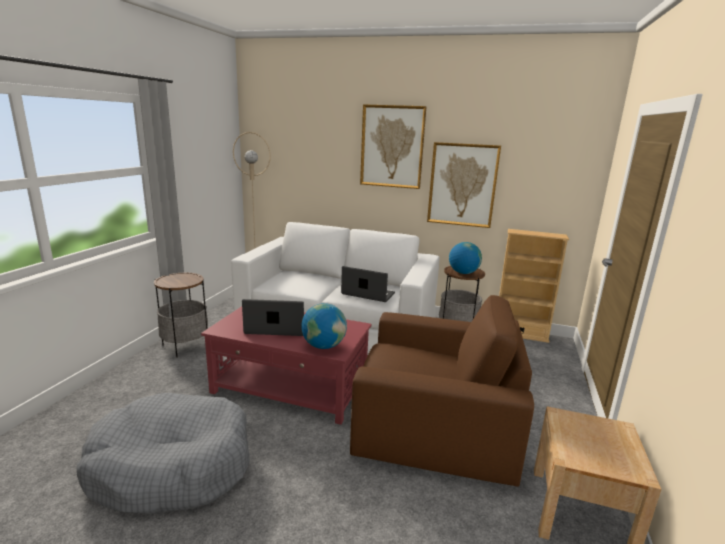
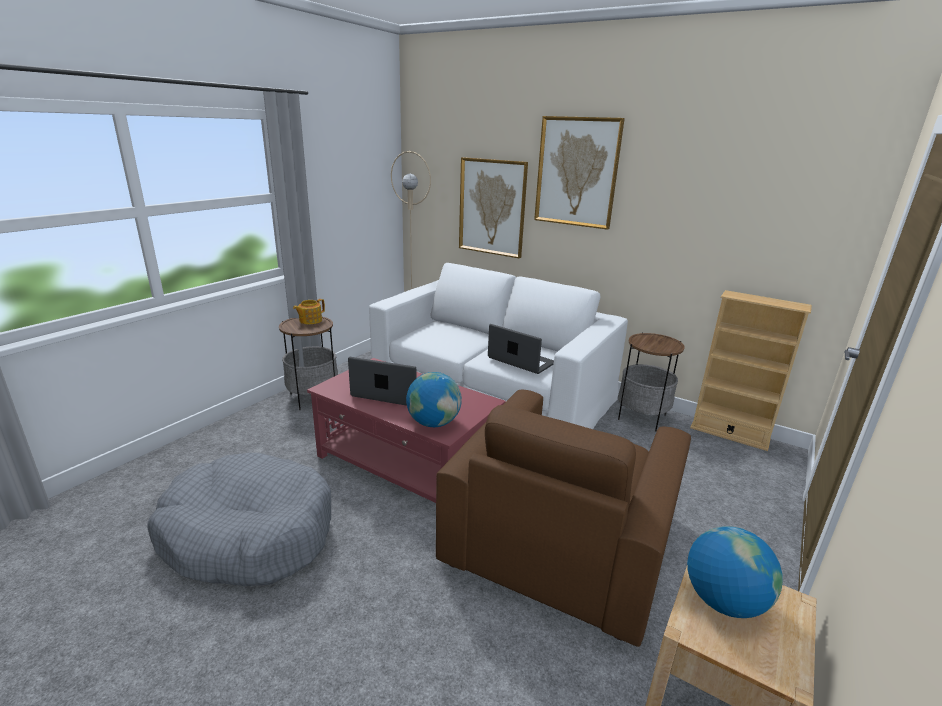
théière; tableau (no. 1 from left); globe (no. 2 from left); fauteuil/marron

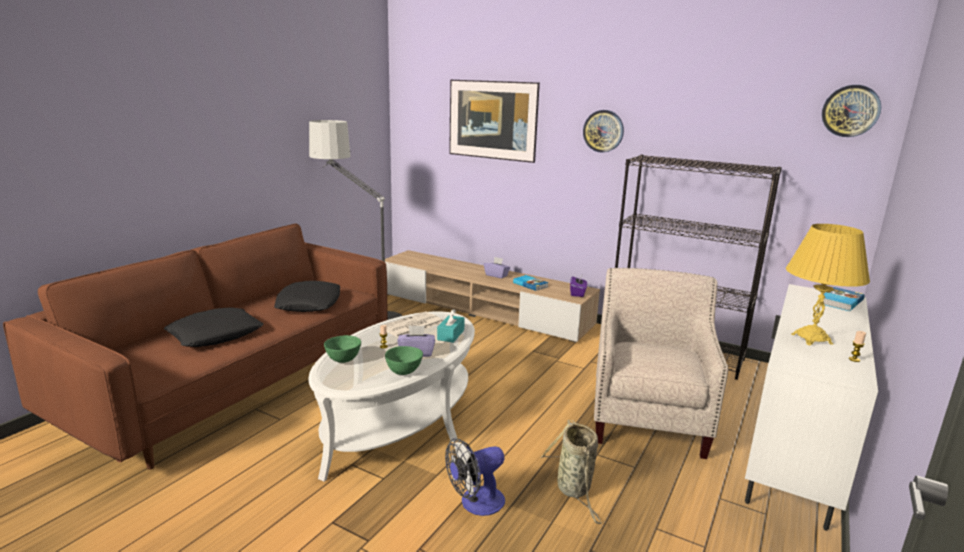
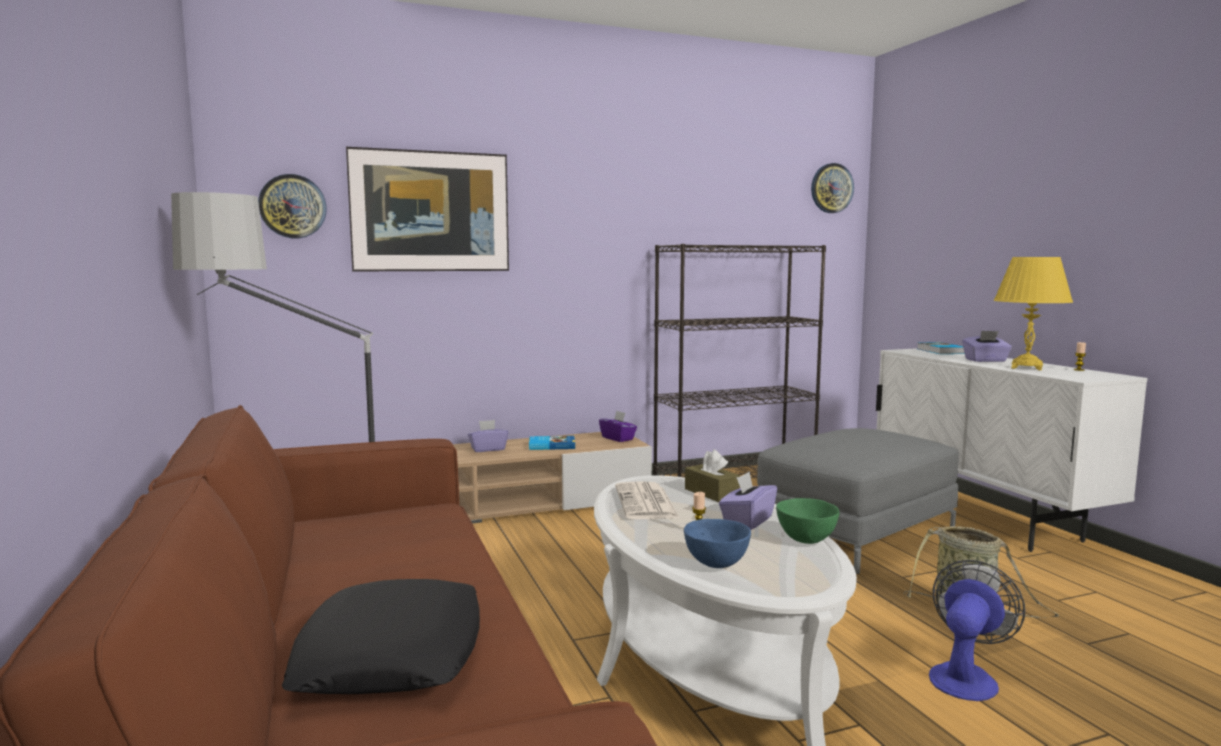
coussin/noir (no. 2 from left in the first image); boîte à mouchoirs/violet (no. 4 from left); horloge murale (no. 1 from left); pouf/gris; bol/bleu; boîte à mouchoirs/marron; ventilateur

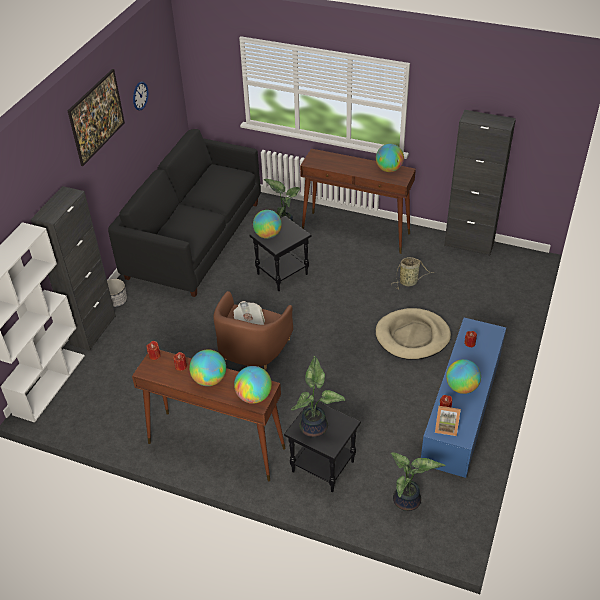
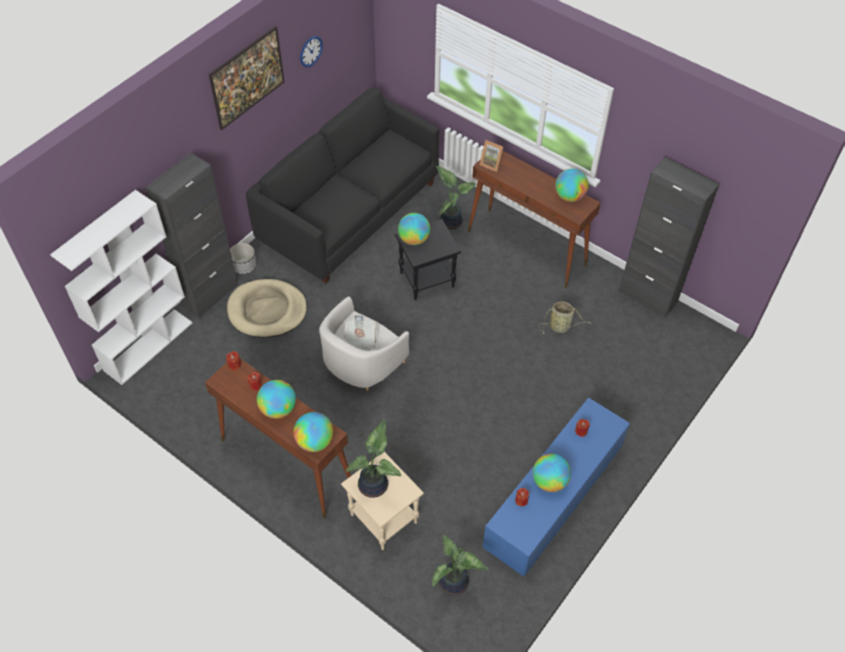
panier pour chien/beige; cadre photo; fauteuil/blanc; table d'appoint/beige

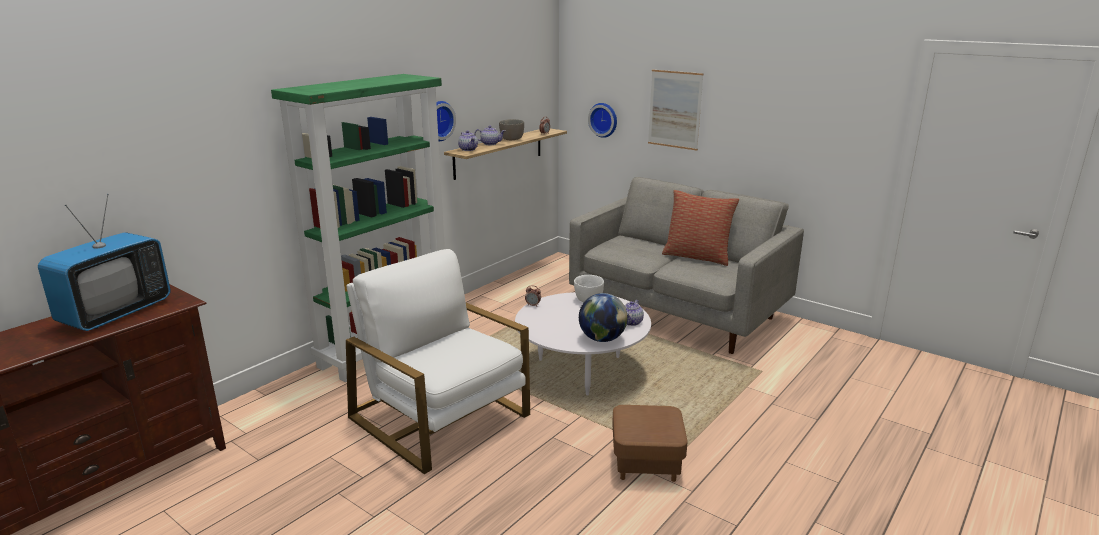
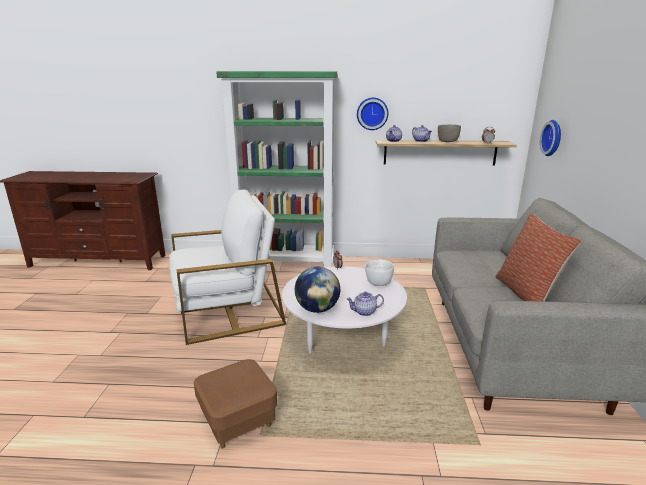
téléviseur; tableau; fauteuil/blanc

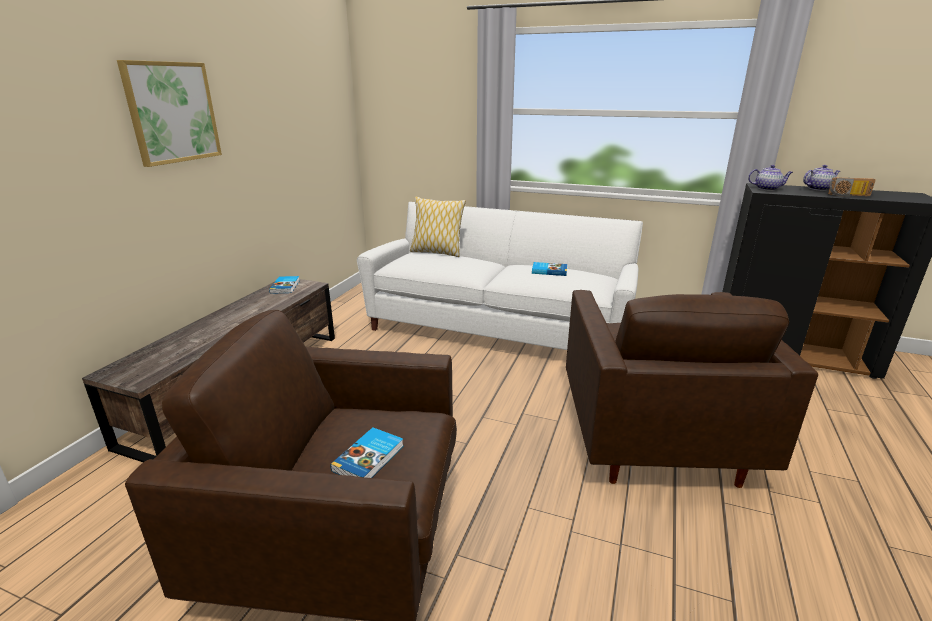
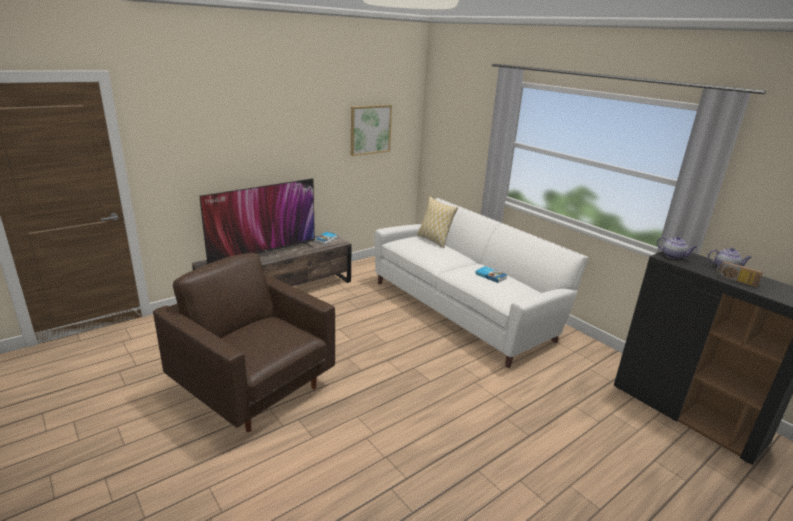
livre (no. 2 from left in the first image); fauteuil/marron (no. 2 from left in the first image); téléviseur; tableau

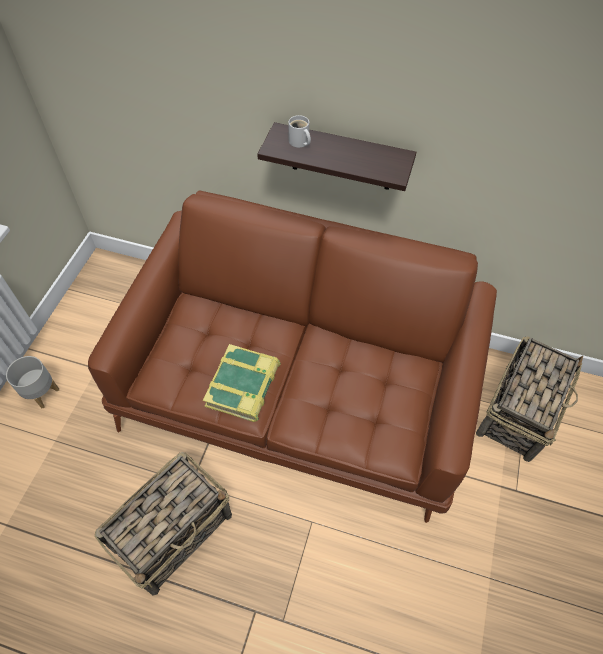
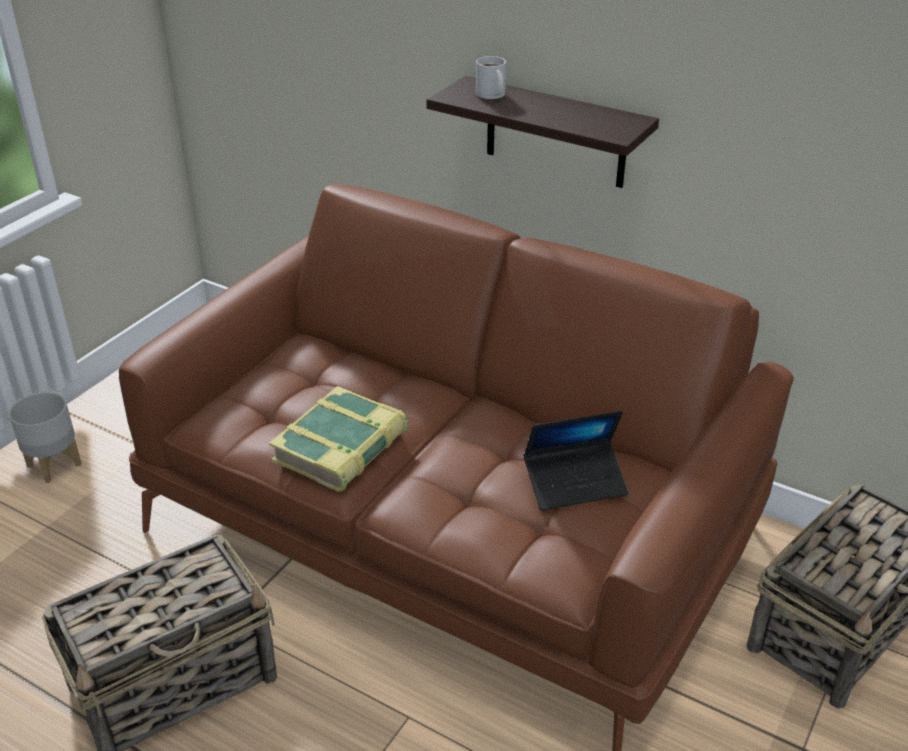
ordinateur portable

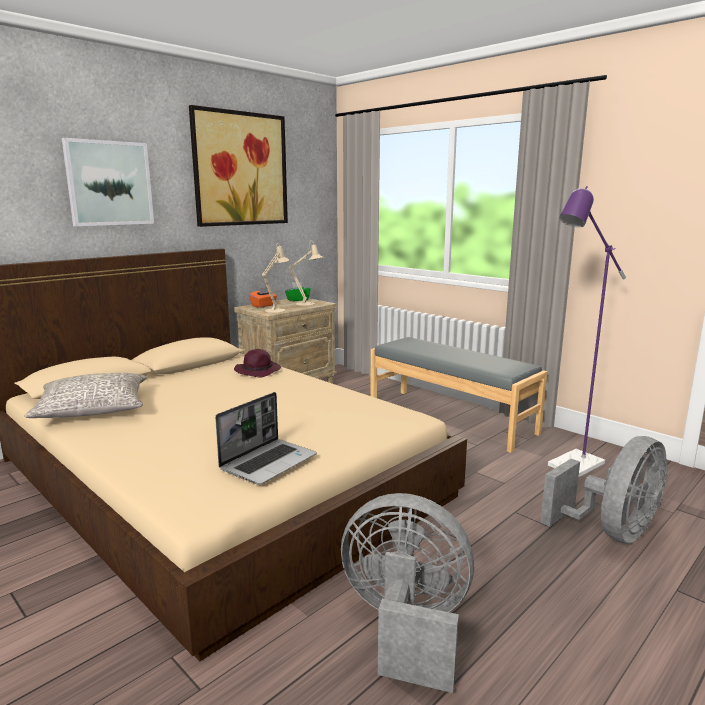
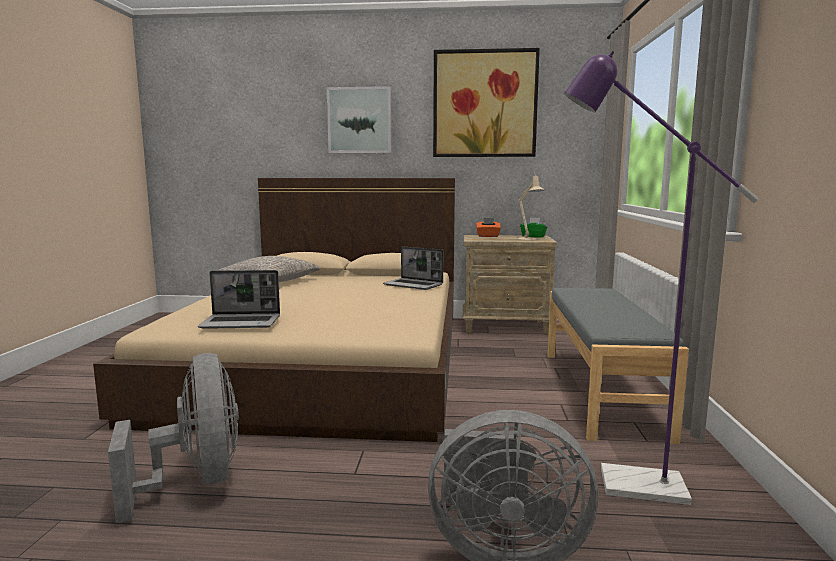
lampe de table/beige (no. 1 from left in the first image); ordinateur portable (no. 2 from left)

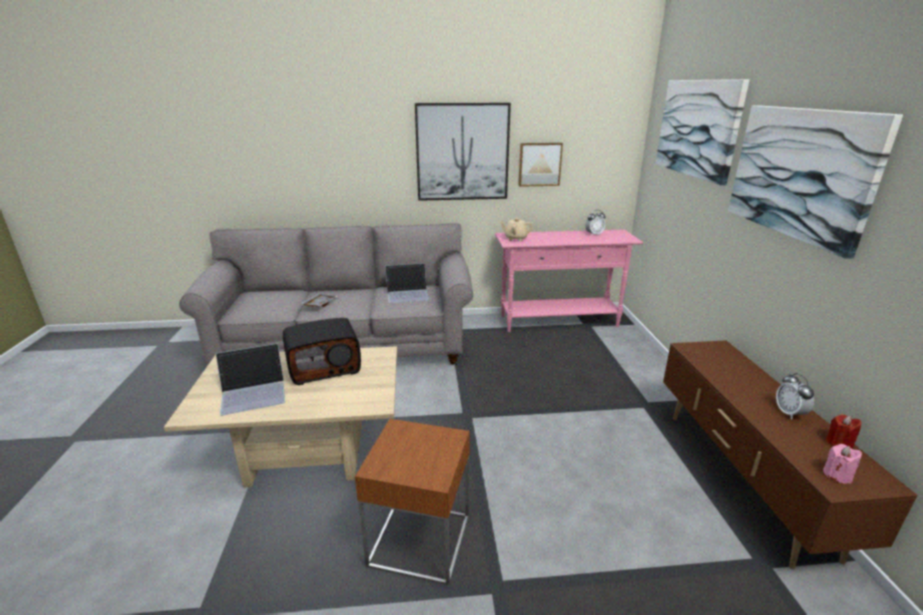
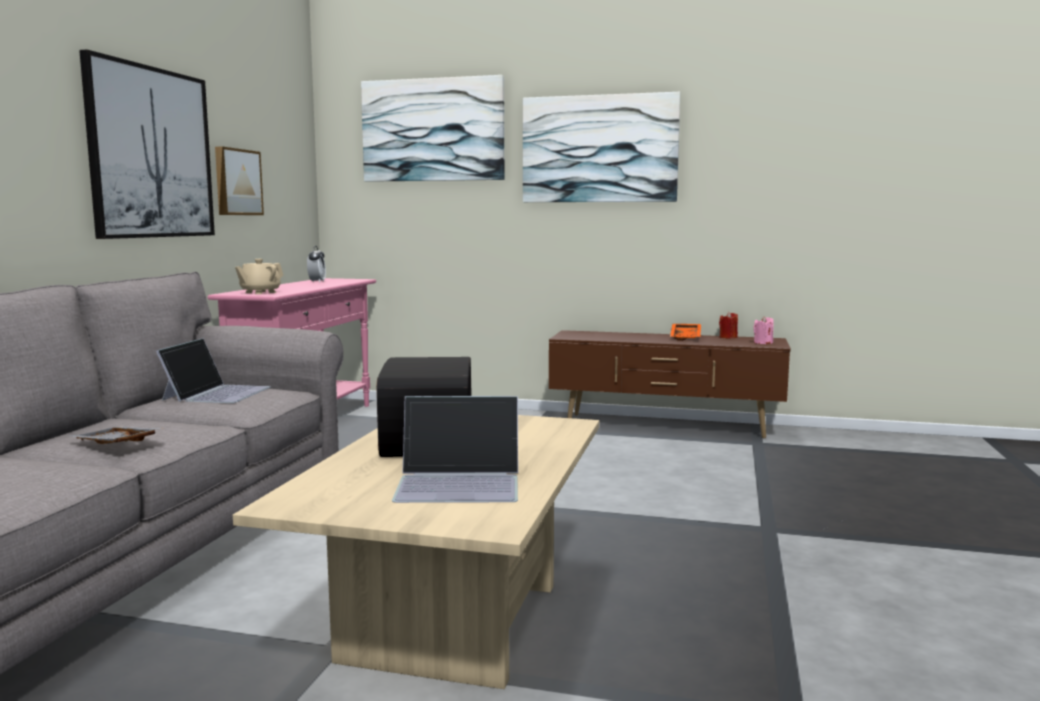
table d'appoint/marron; plateau/orange; ordinateur portable (no. 2 from left)

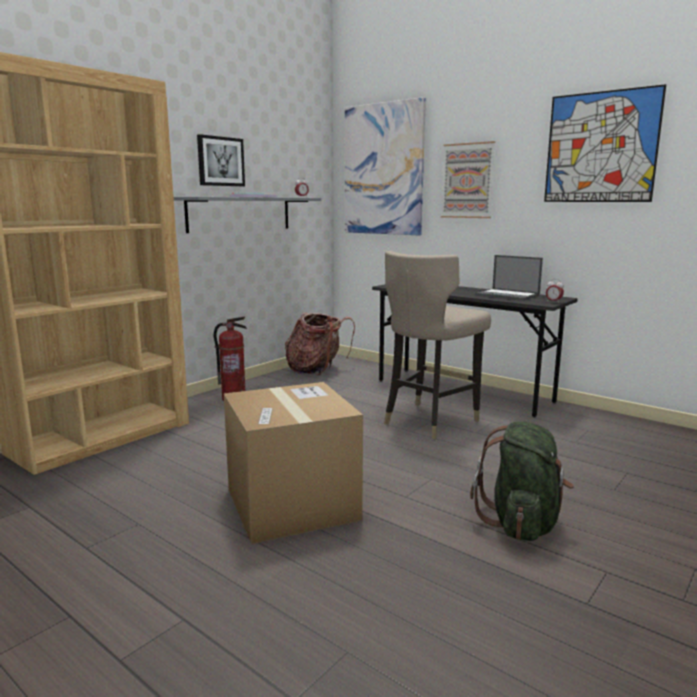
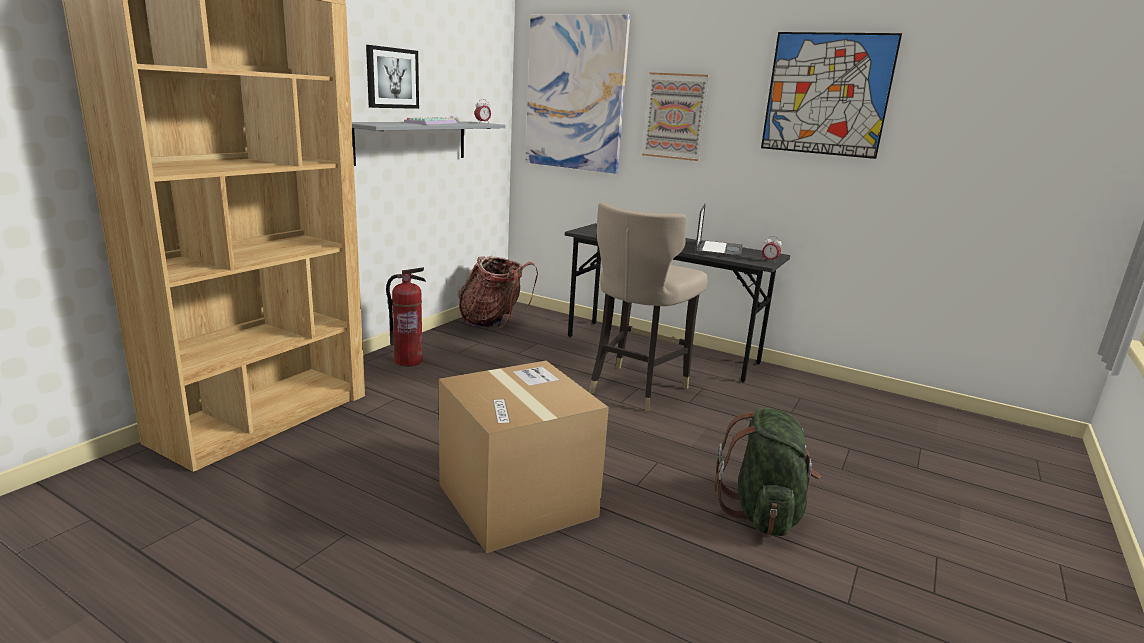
ordinateur portable

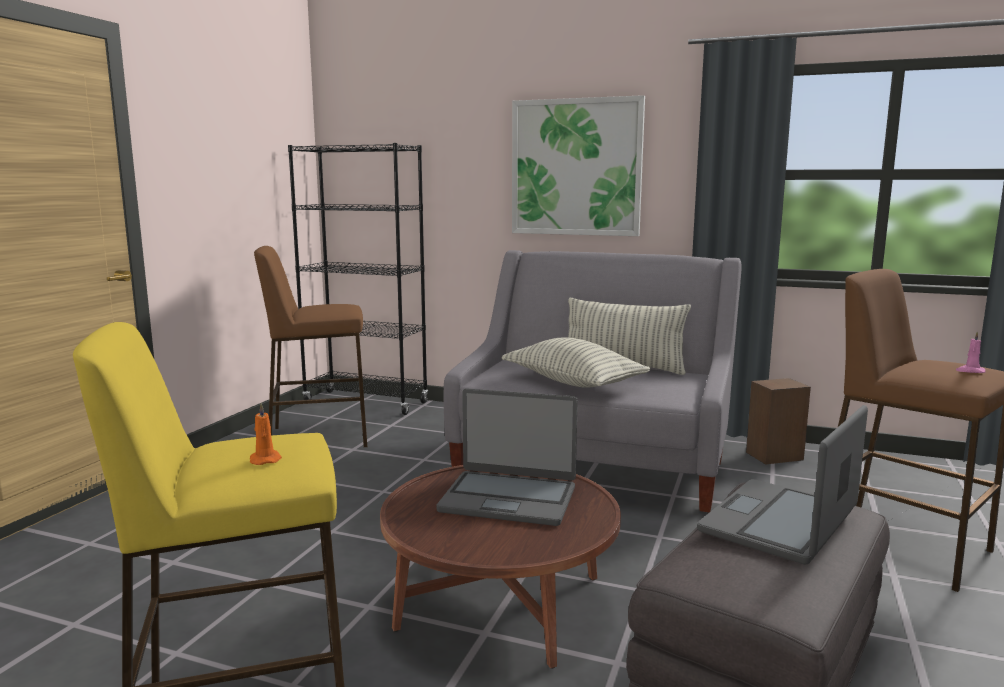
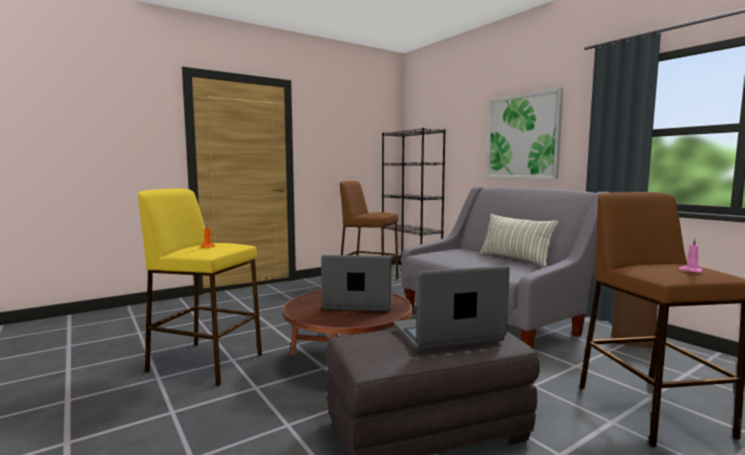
coussin (no. 1 from left in the first image); ordinateur portable (no. 1 from left)

